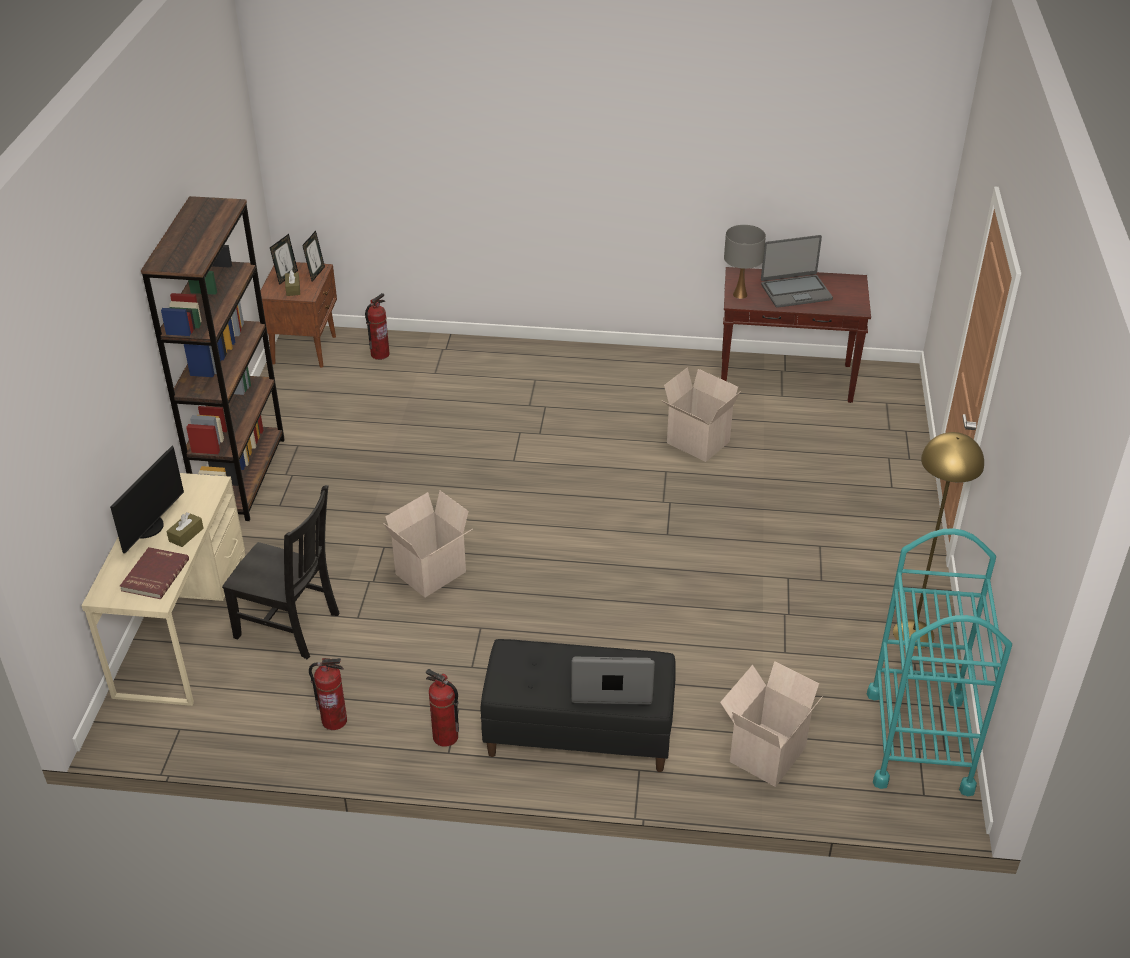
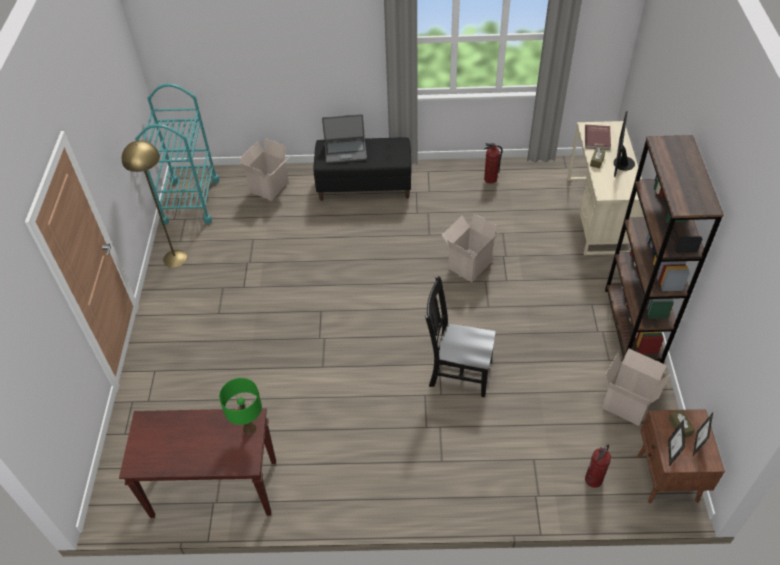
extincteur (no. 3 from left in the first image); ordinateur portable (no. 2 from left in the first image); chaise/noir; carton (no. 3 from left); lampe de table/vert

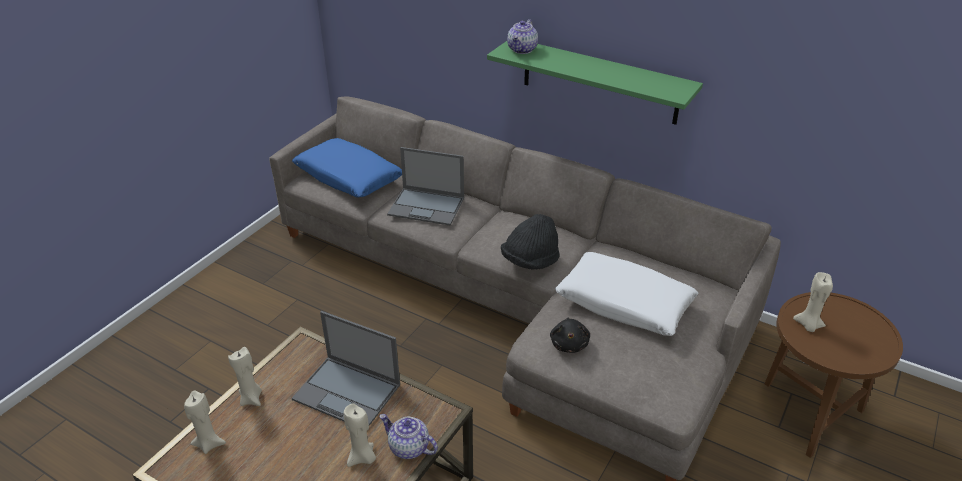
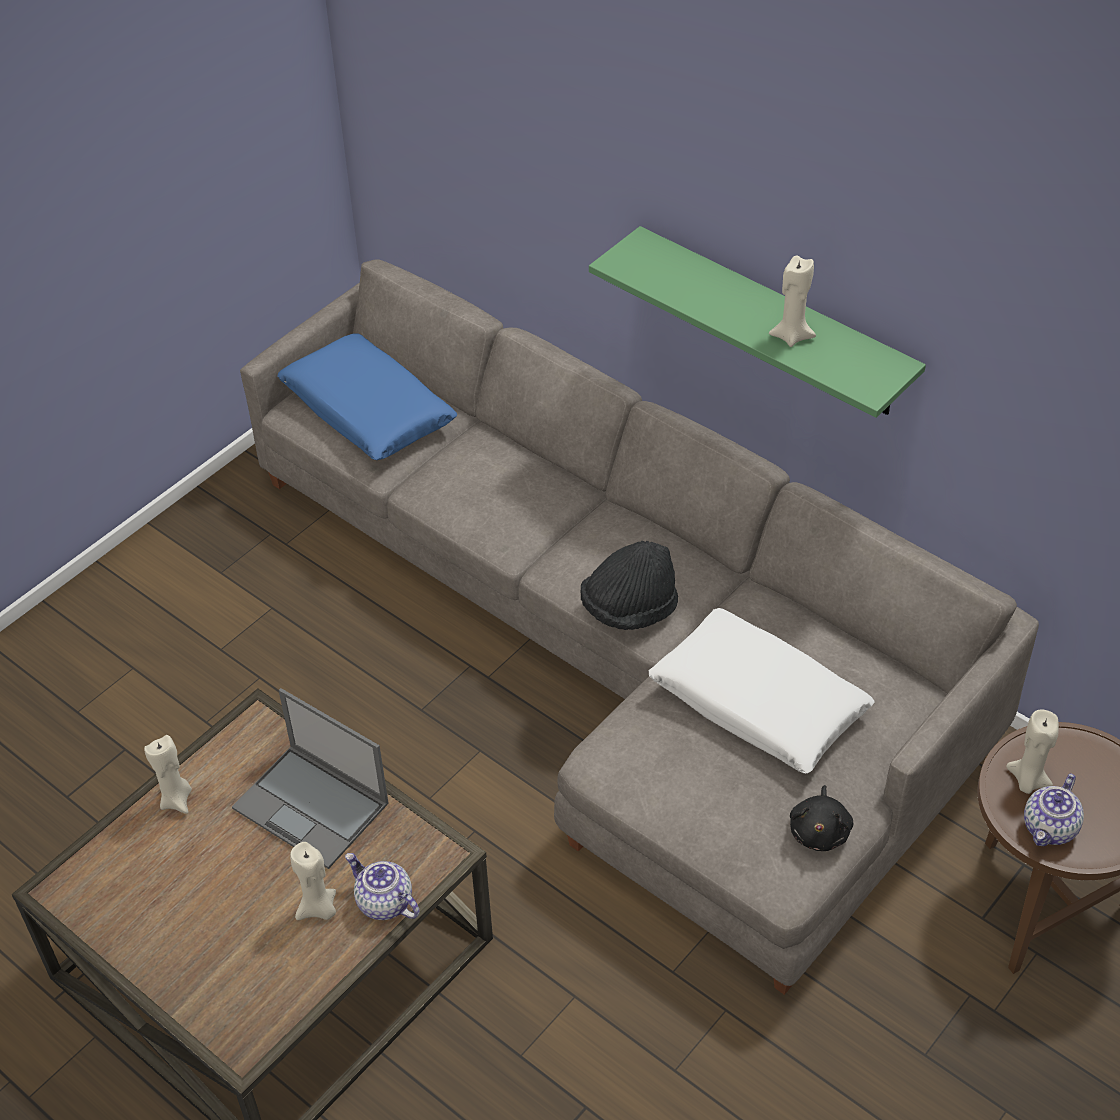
ordinateur portable (no. 2 from left in the first image); bougie/beige (no. 3 from left); théière (no. 2 from left); peluche/noir

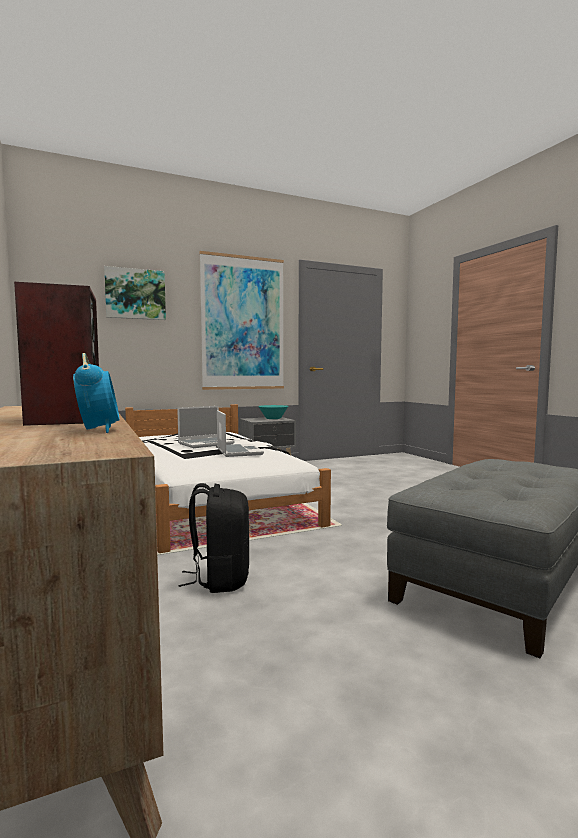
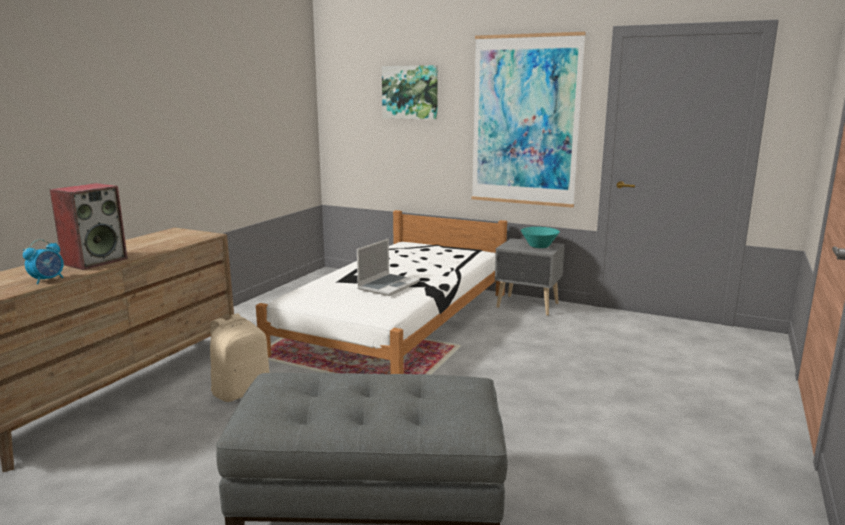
ordinateur portable (no. 1 from left in the first image); sac à dos/beige

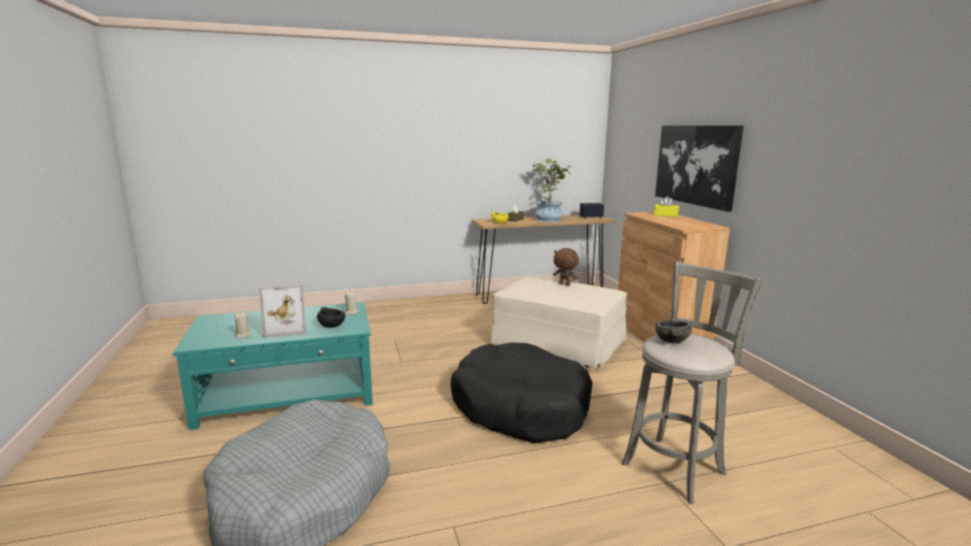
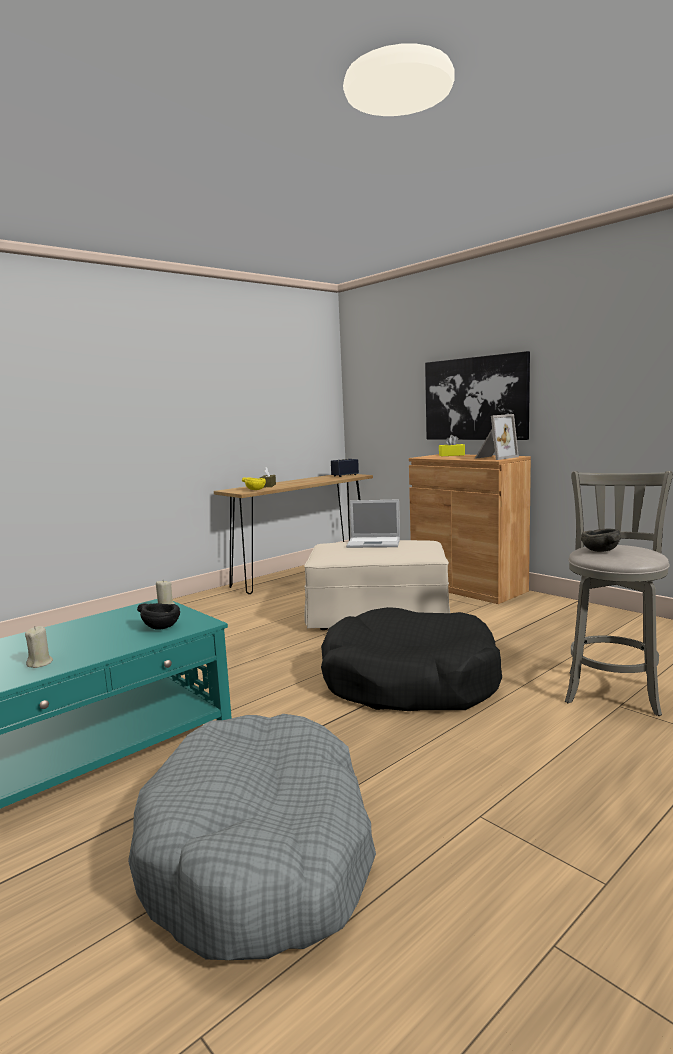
plante en pot; cadre photo; ordinateur portable

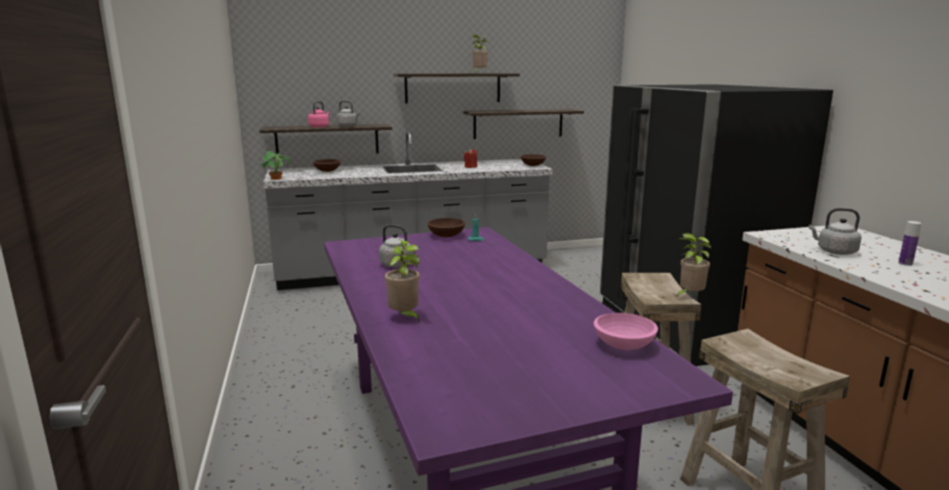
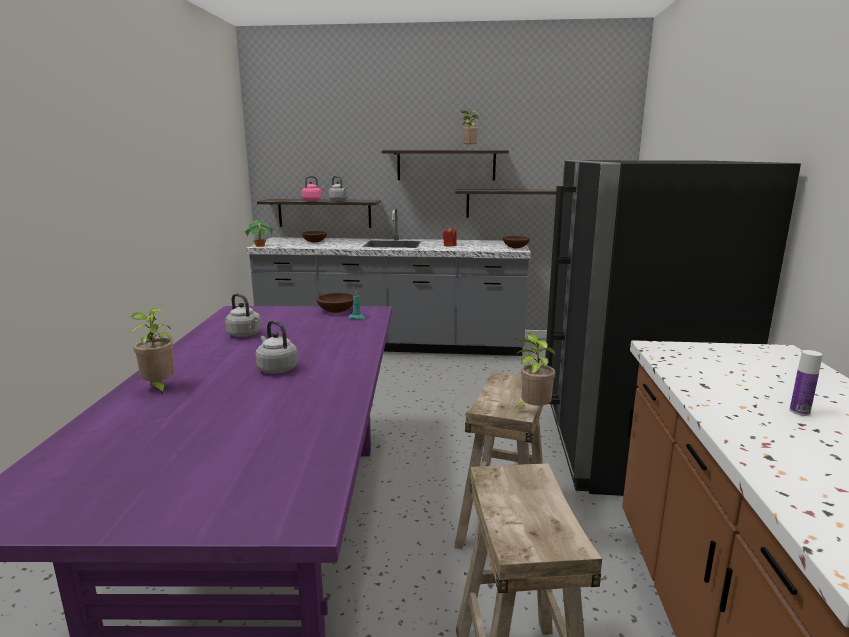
bol/rose; bouilloire/gris (no. 2 from left)

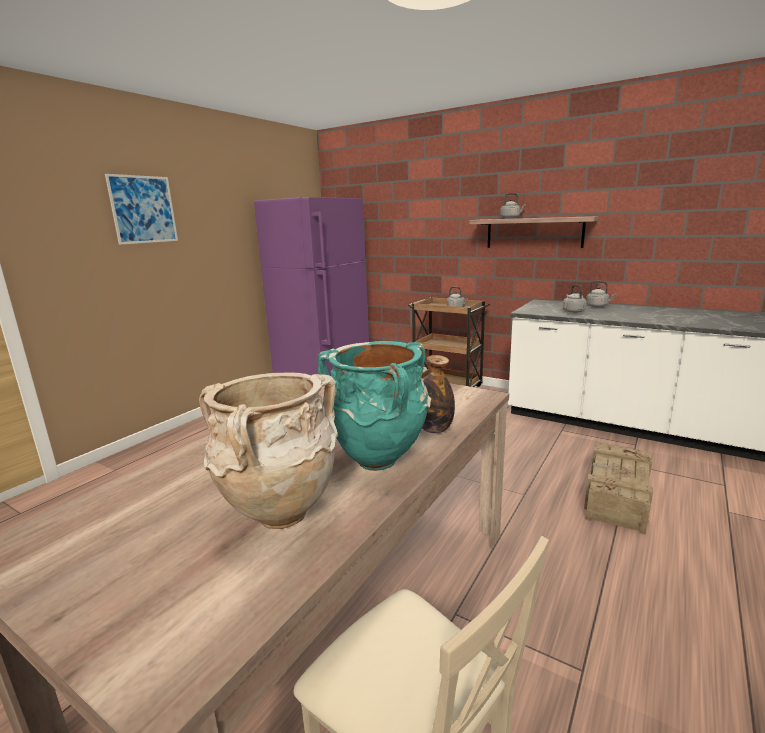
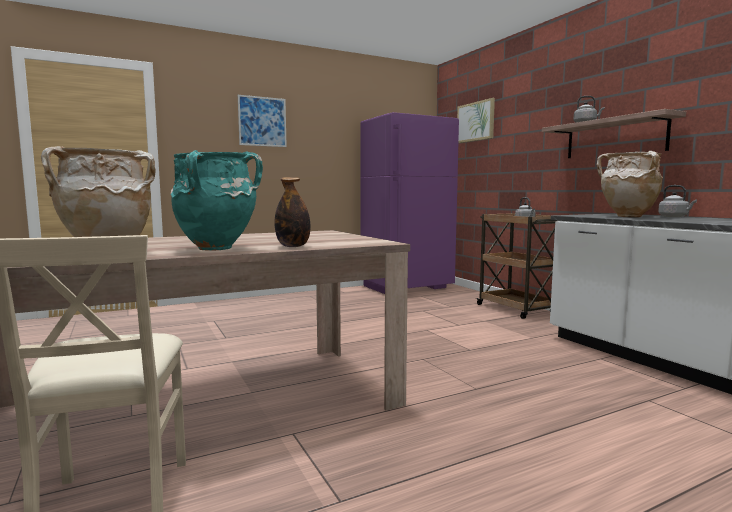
caisse; tableau (no. 2 from left); vase/beige (no. 2 from left)

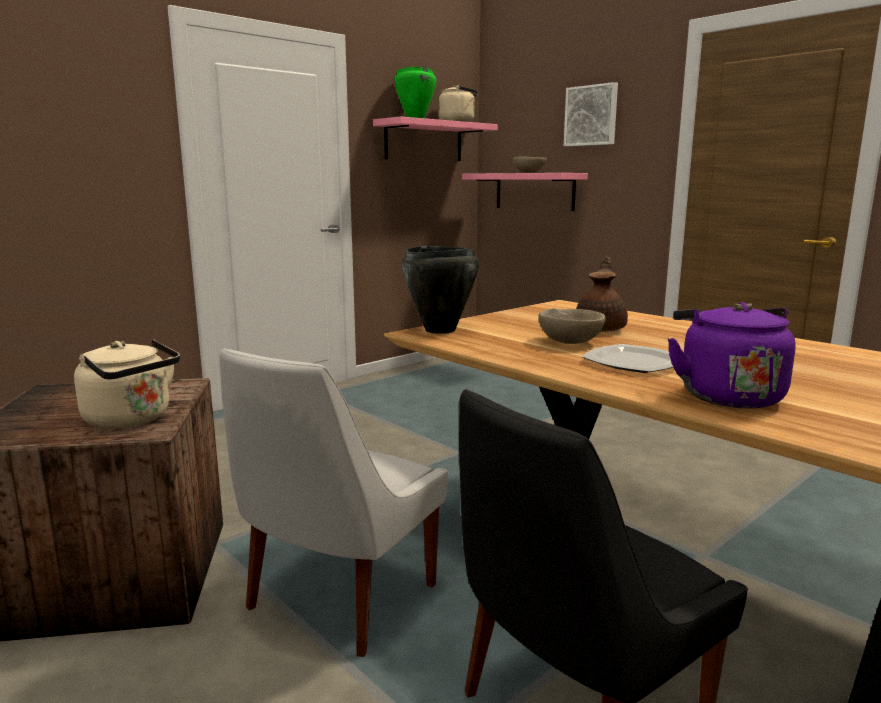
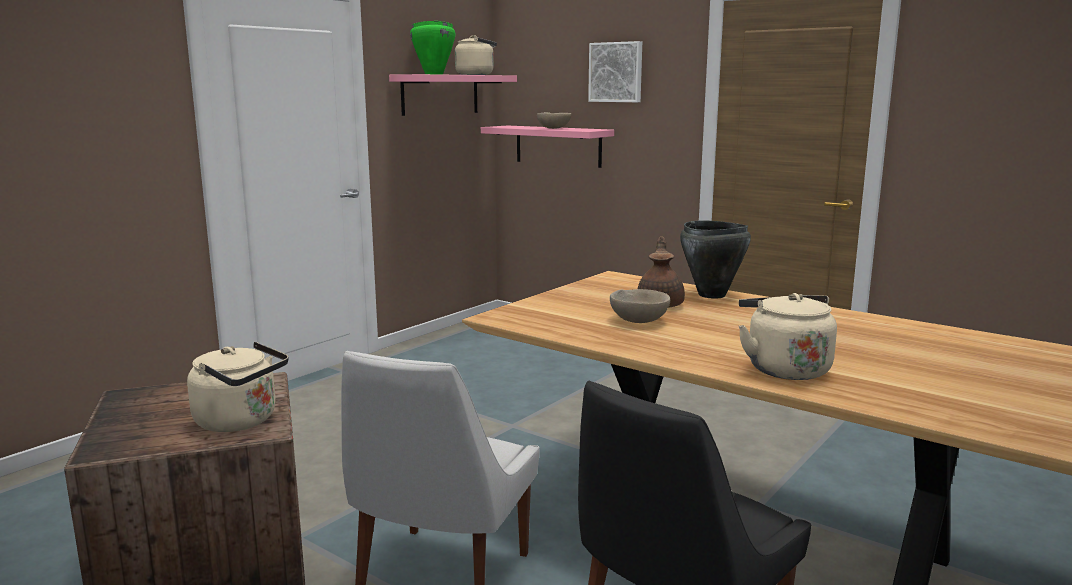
assiette; marmite/noir; bouilloire/beige (no. 3 from left)

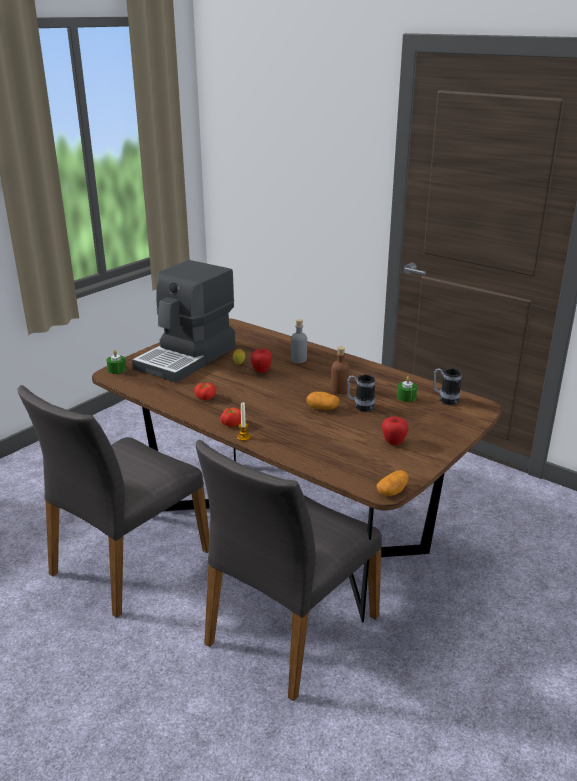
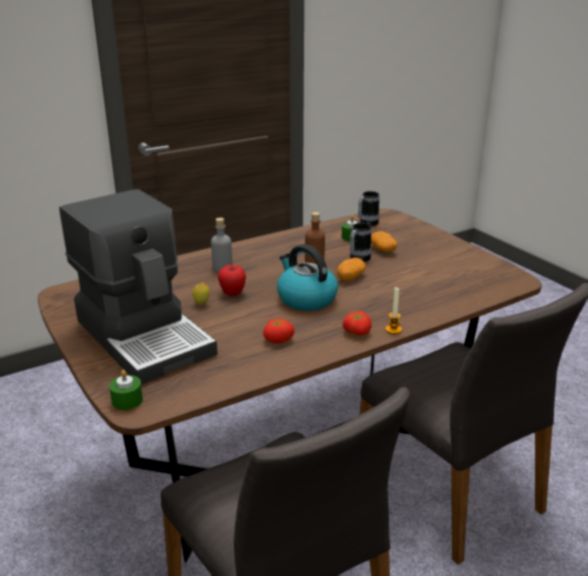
pomme (no. 2 from left in the first image); bouilloire; pomme de terre (no. 2 from left)

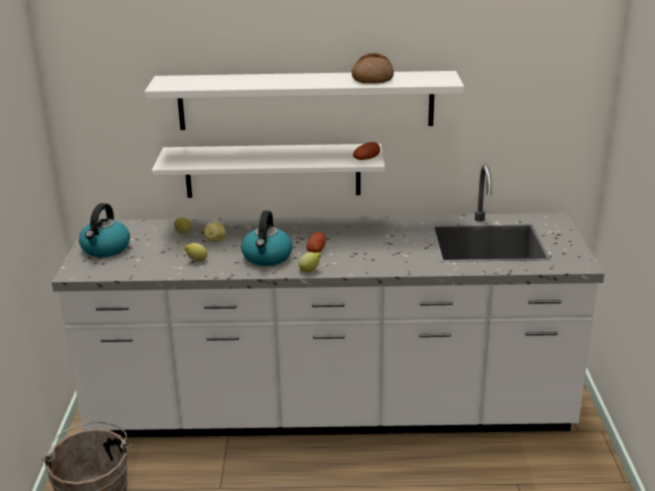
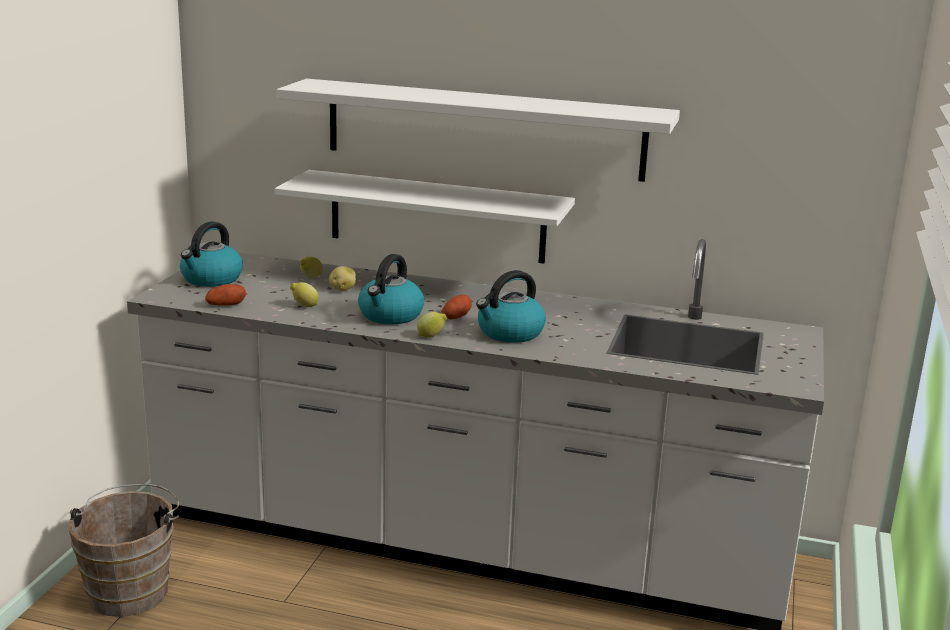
pain; bouilloire (no. 3 from left); pomme de terre (no. 1 from left)

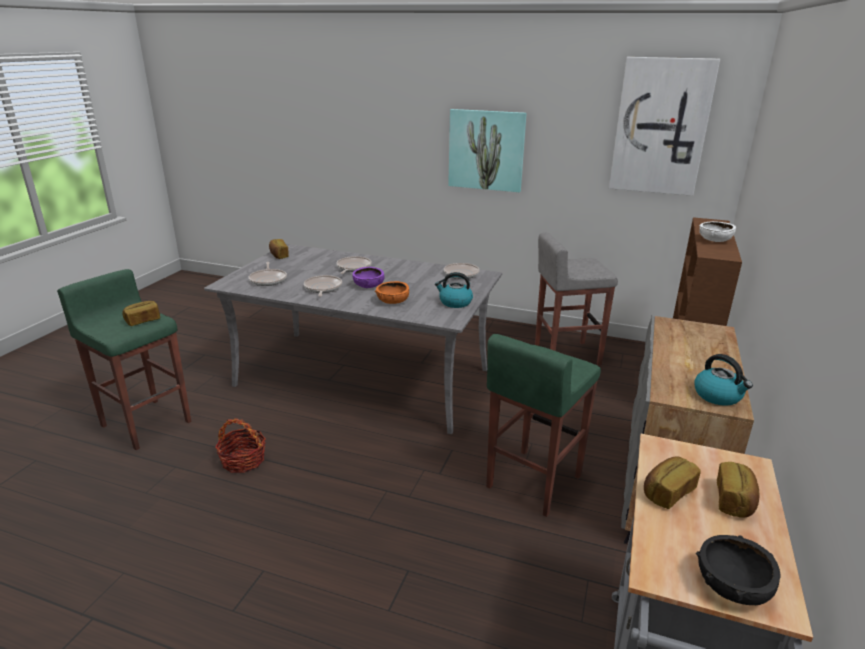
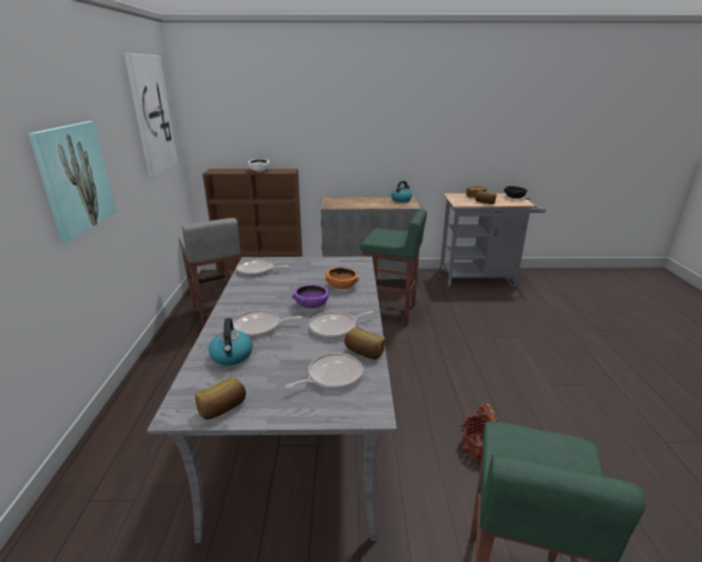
pain (no. 2 from left); bouilloire (no. 1 from left)

